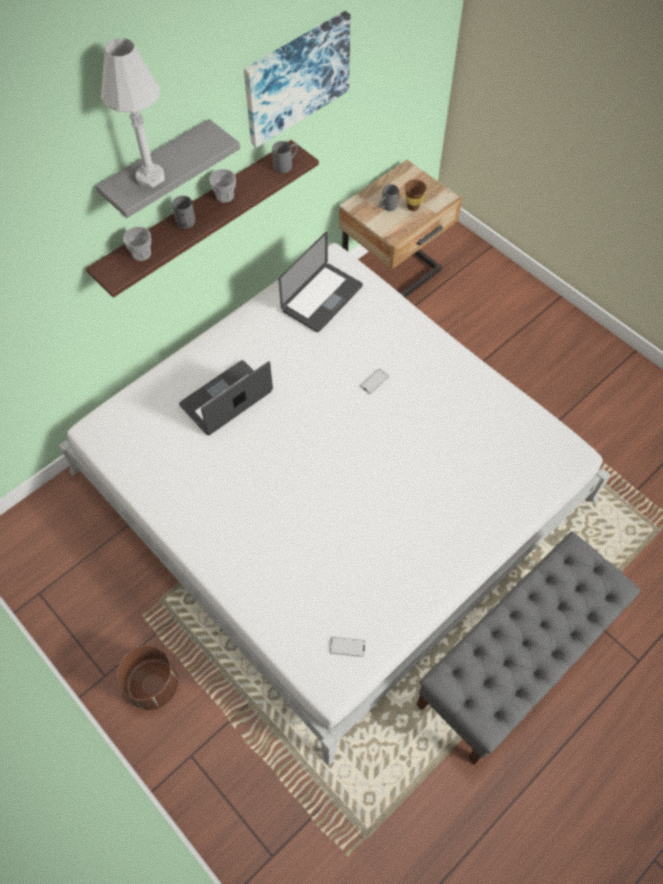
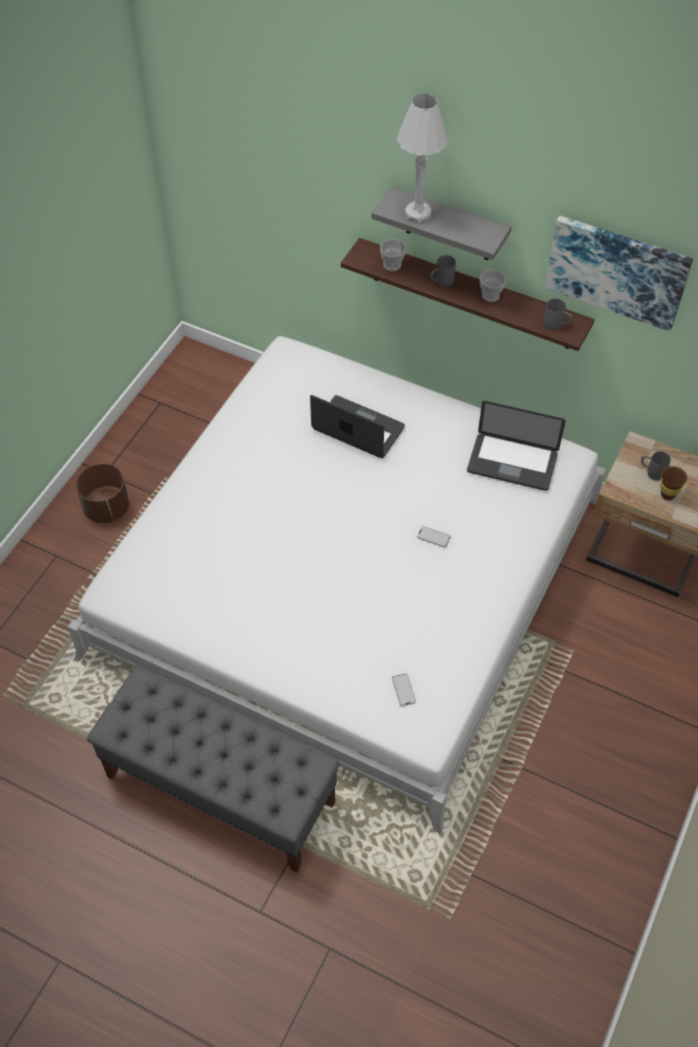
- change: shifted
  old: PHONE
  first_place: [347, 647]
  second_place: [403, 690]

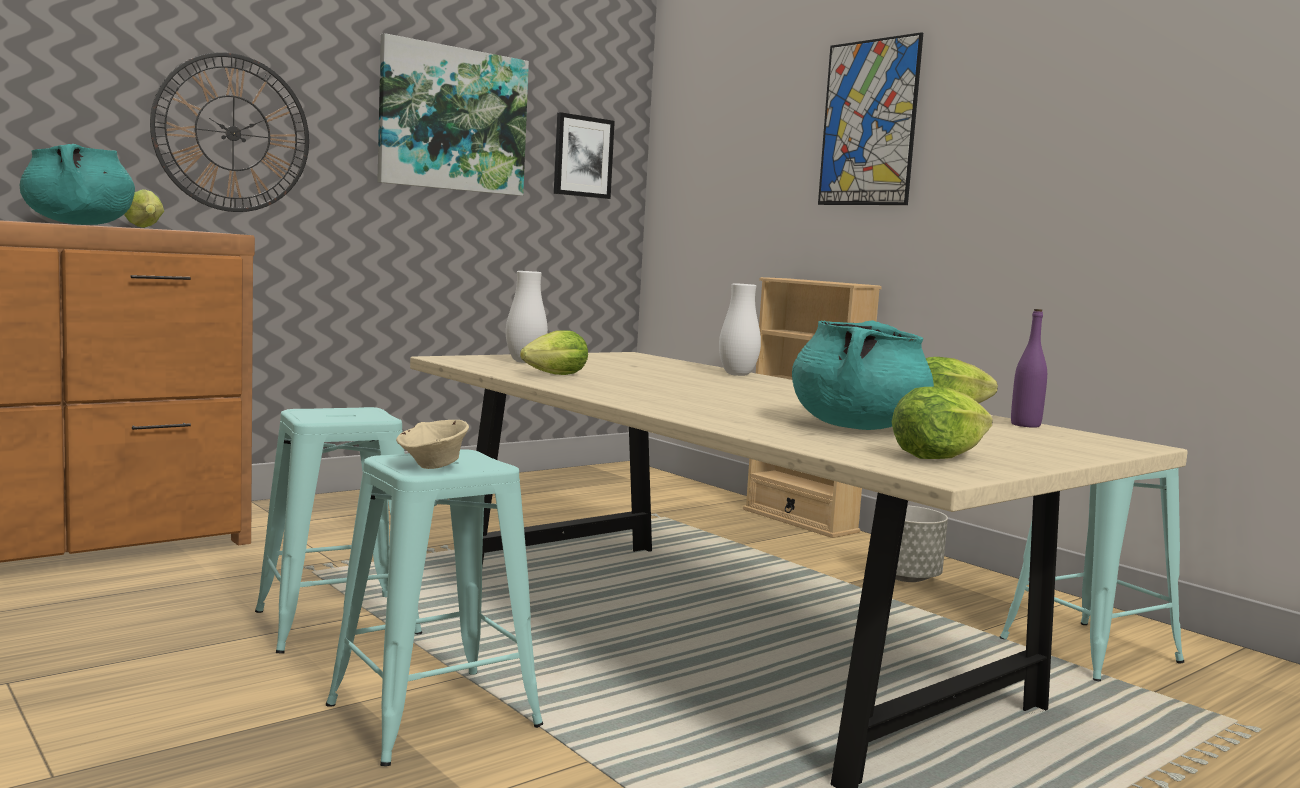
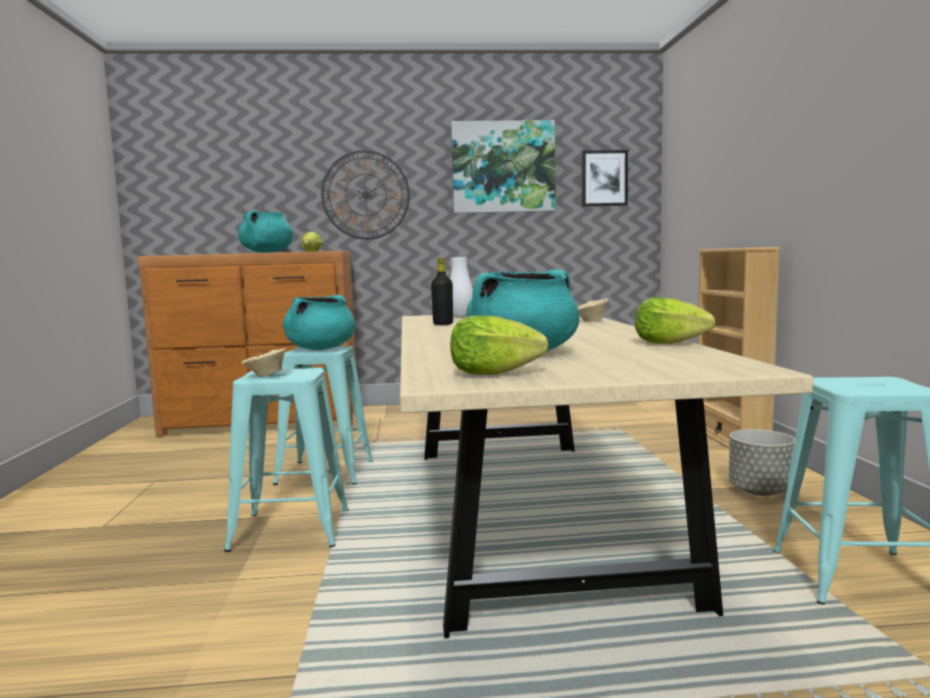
- change: swapped
  old: LETTUCE
  new: BLACK DRINK BOTTLE
  first_place: [552, 375]
  second_place: [443, 324]
- change: swapped
  old: WHITISH VASE
  new: BEIGE-COLOURED SERVING BOWL
  first_place: [737, 374]
  second_place: [590, 321]
- change: gone
  old: PICTURE
  first_place: [868, 123]
- change: gone
  old: PURPLE-COLOURED DRINK BOTTLE
  first_place: [1025, 425]
- change: new
  new: TURQUOISE STOCKPOT
  second_place: [321, 349]

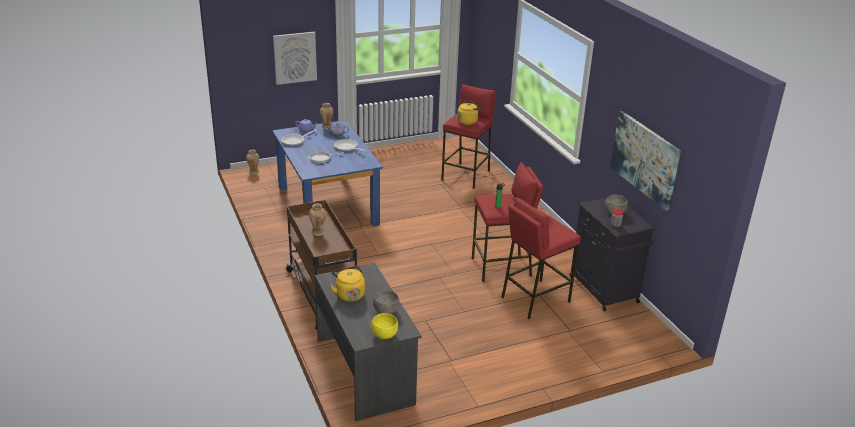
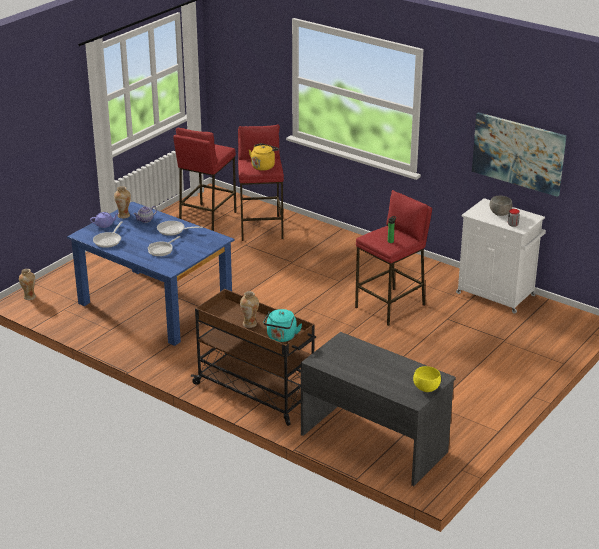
- change: gone
  old: PICTURE
  first_place: [295, 57]
- change: gone
  old: YELLOW-COLOURED WATER KETTLE
  first_place: [349, 294]
- change: gone
  old: GREYISH SERVING BOWL
  first_place: [385, 311]
- change: shifted
  old: RED-COLOURED SITTING STOOL
  first_place: [534, 299]
  second_place: [207, 218]
- change: repainted
  old: BLACK CABINET
  new: WHITISH CABINET
  first_place: [604, 290]
  second_place: [497, 295]
- change: new
  new: TURQUOISE WATER KETTLE
  second_place: [281, 337]

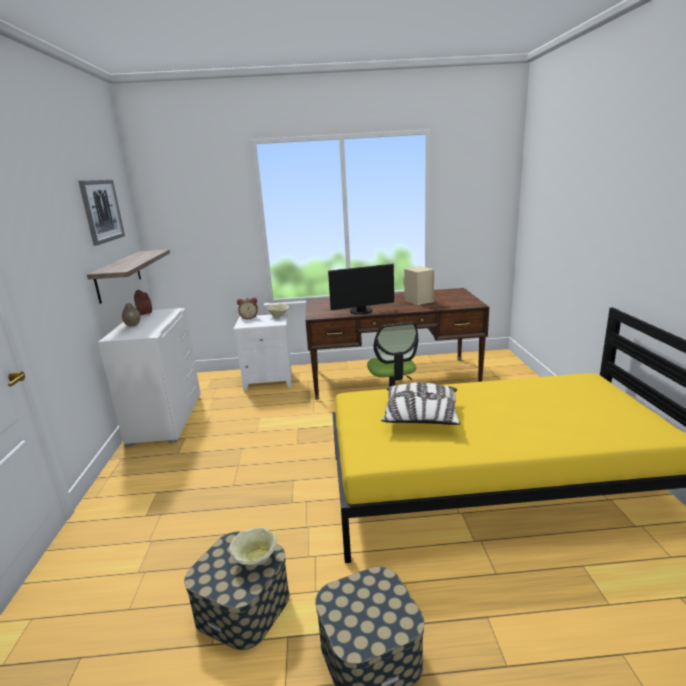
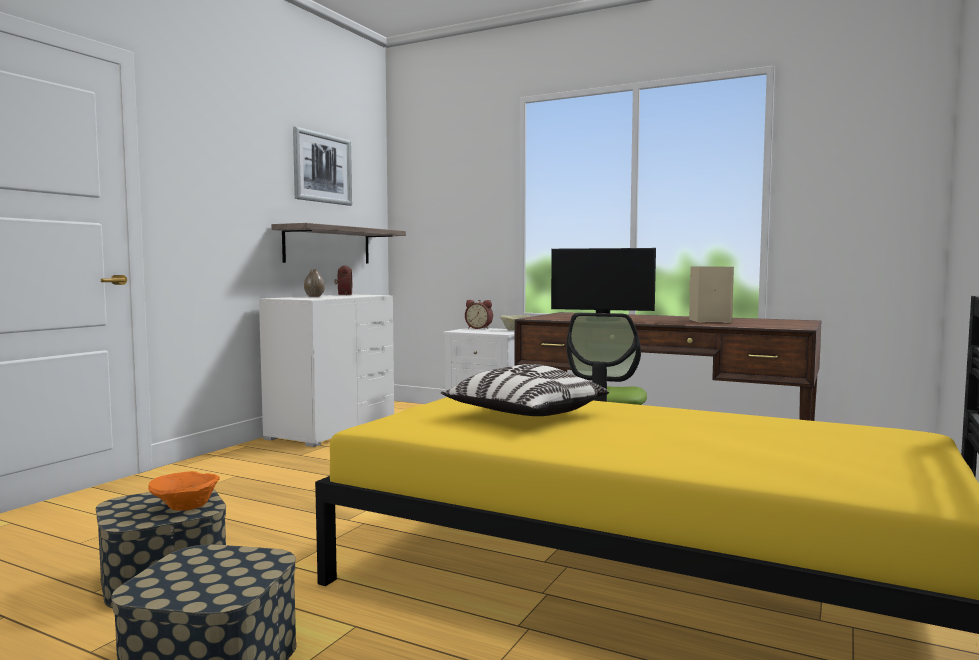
- change: repainted
  old: BEIGE-COLOURED SERVING BOWL
  new: ORANGE SERVING BOWL
  first_place: [255, 558]
  second_place: [186, 506]

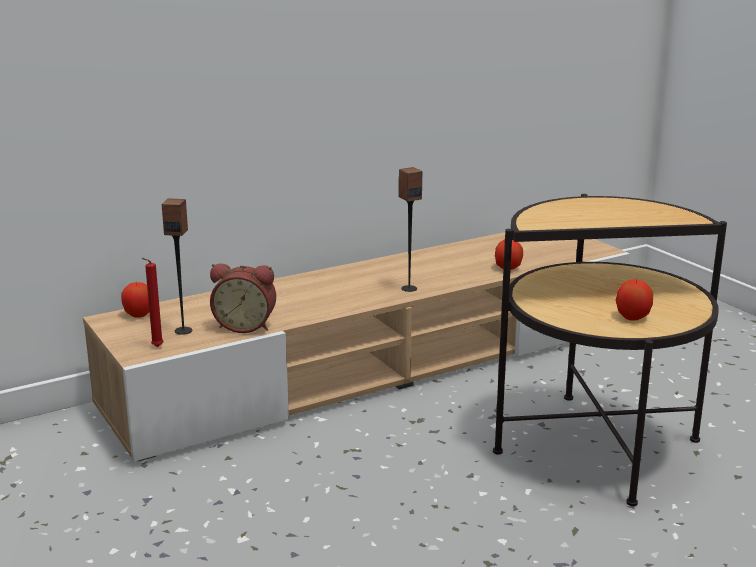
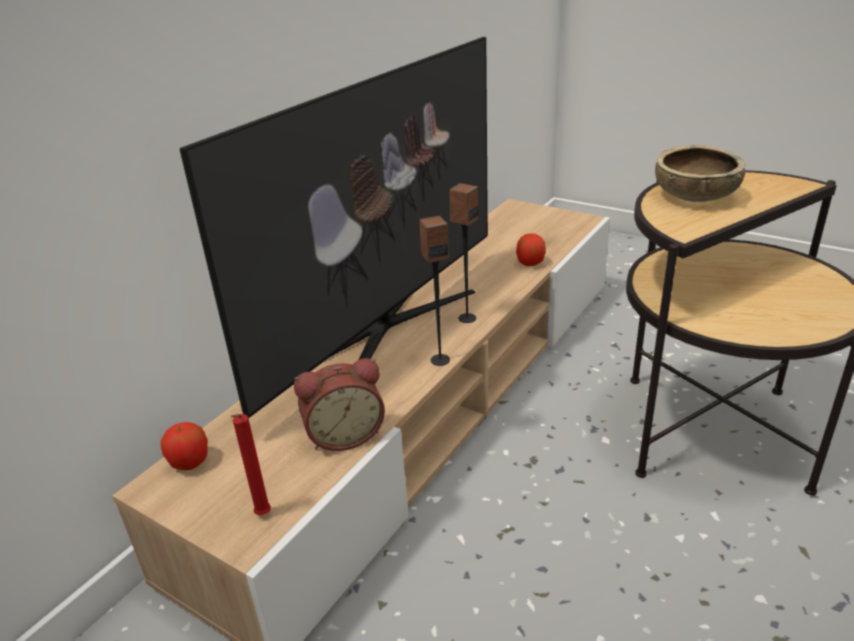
- change: shifted
  old: SPEAKER
  first_place: [183, 330]
  second_place: [440, 360]
- change: gone
  old: APPLE FRUIT
  first_place: [632, 317]
- change: new
  new: TV SET
  second_place: [386, 331]
- change: new
  new: BROWN SERVING BOWL
  second_place: [695, 196]

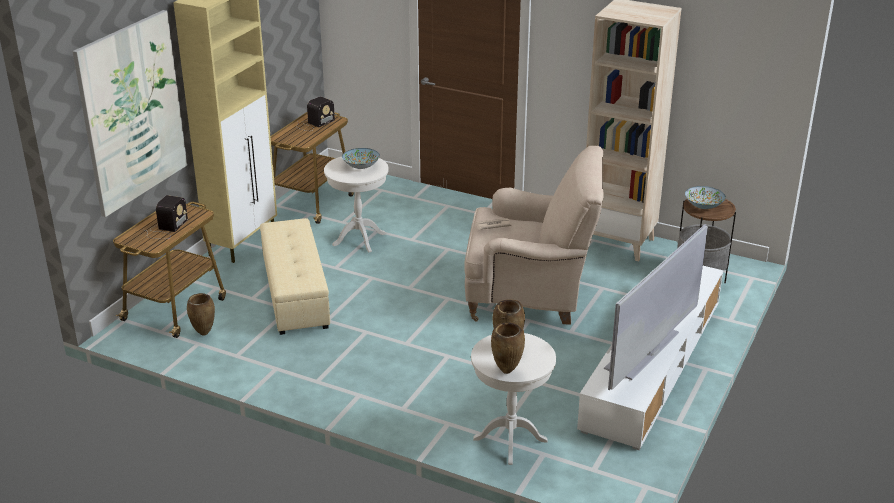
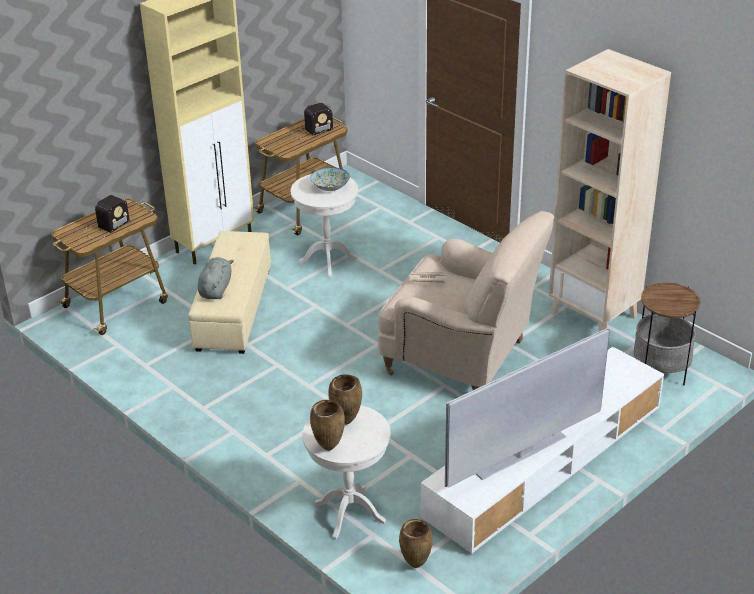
- change: gone
  old: PICTURE
  first_place: [132, 112]
- change: shifted
  old: BROWN VASE
  first_place: [203, 334]
  second_place: [415, 565]
- change: gone
  old: SERVING BOWL
  first_place: [703, 206]
- change: new
  new: GREYISH PLUSH TOY
  second_place: [216, 289]

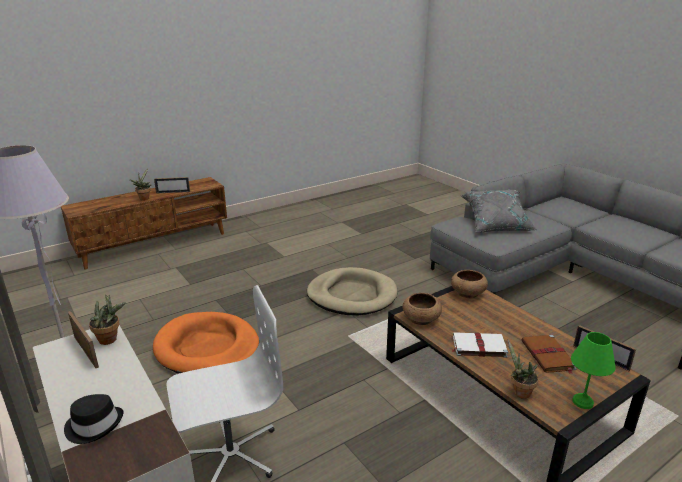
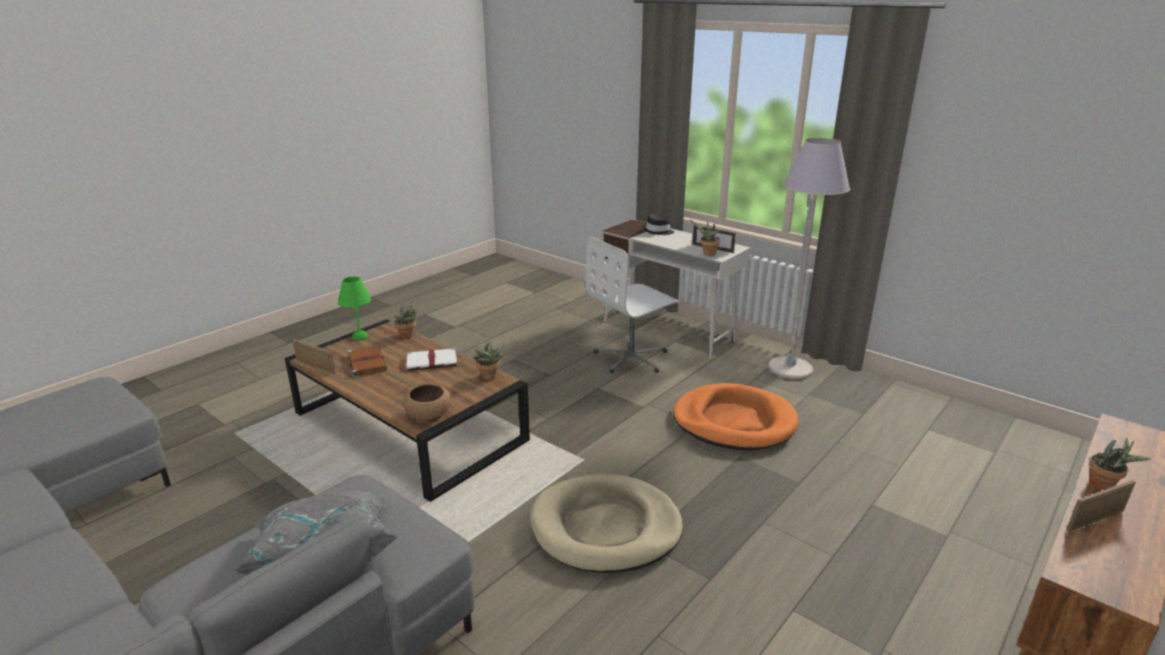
- change: swapped
  old: BROWN SERVING BOWL
  new: HOUSEPLANT
  first_place: [421, 319]
  second_place: [489, 378]

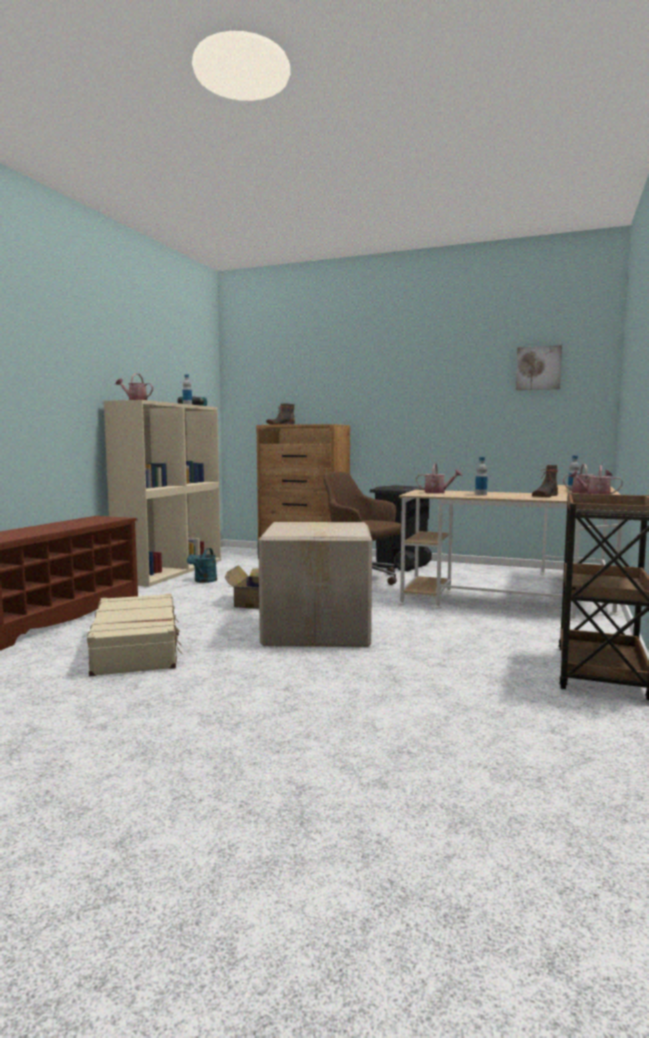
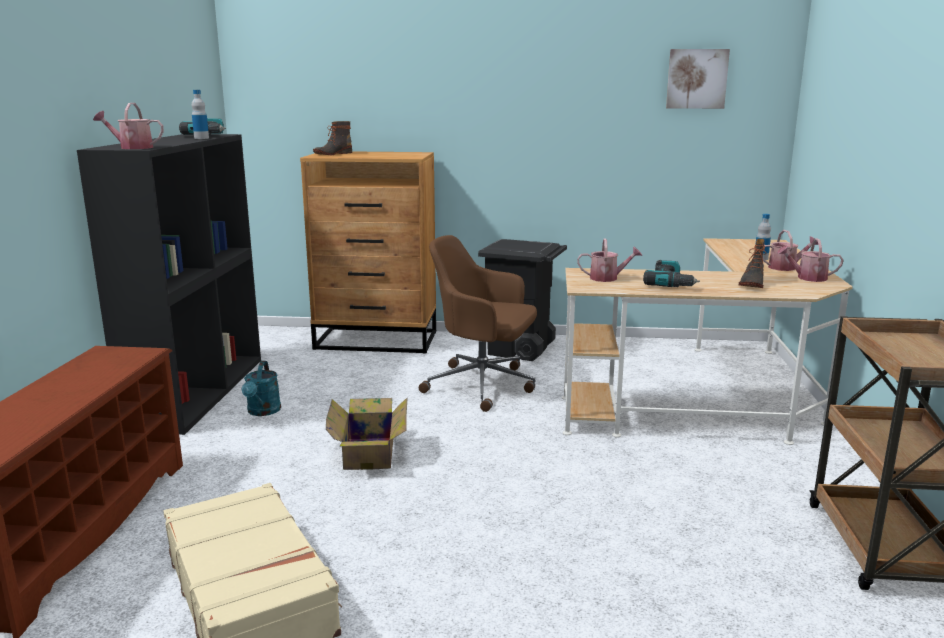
- change: repainted
  old: BEIGE-COLOURED BOOKCASE
  new: BLACK BOOKCASE
  first_place: [170, 570]
  second_place: [197, 391]
- change: gone
  old: PACKING BOX
  first_place: [319, 629]
- change: swapped
  old: DRINK BOTTLE
  new: DRILL
  first_place: [480, 494]
  second_place: [670, 283]

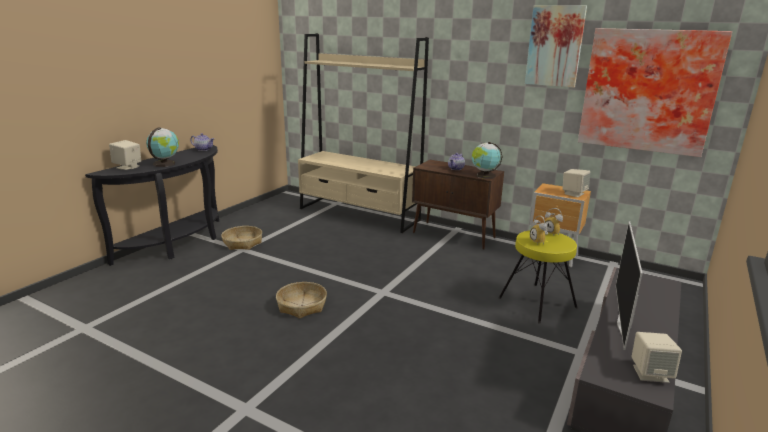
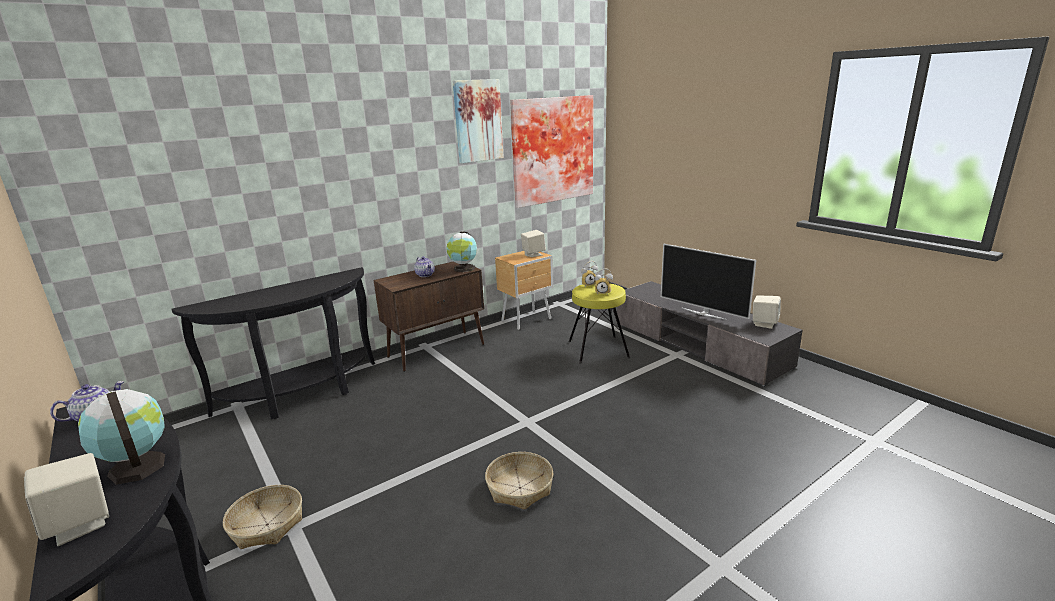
- change: swapped
  old: BEIGE-COLOURED BOOKCASE
  new: BLACK NARROW TABLE
  first_place: [359, 214]
  second_place: [303, 395]

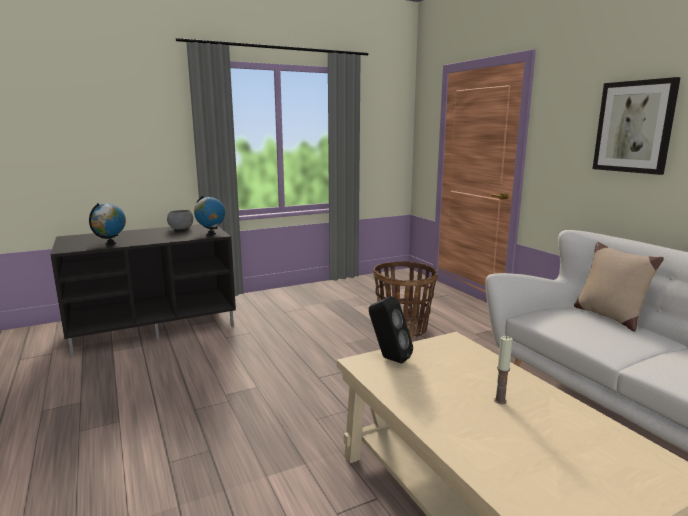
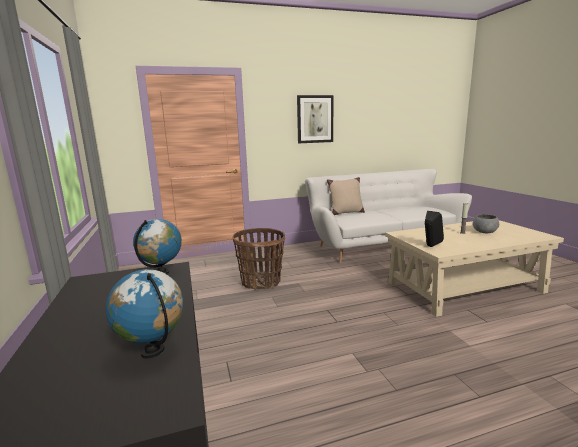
- change: shifted
  old: GREYISH SERVING BOWL
  first_place: [181, 228]
  second_place: [484, 232]

